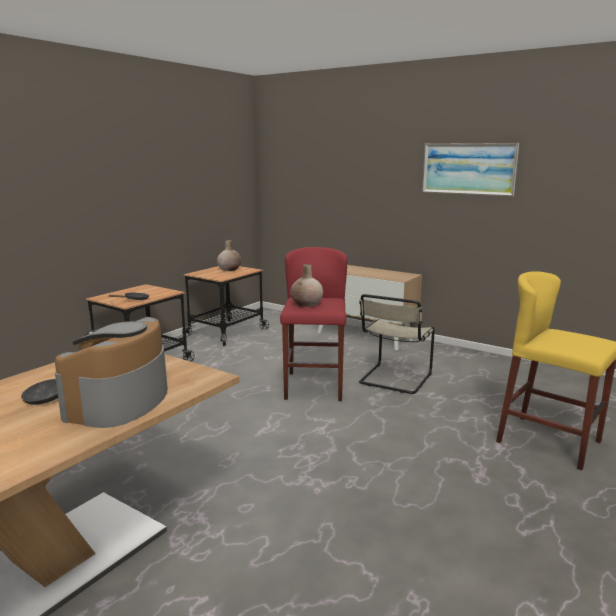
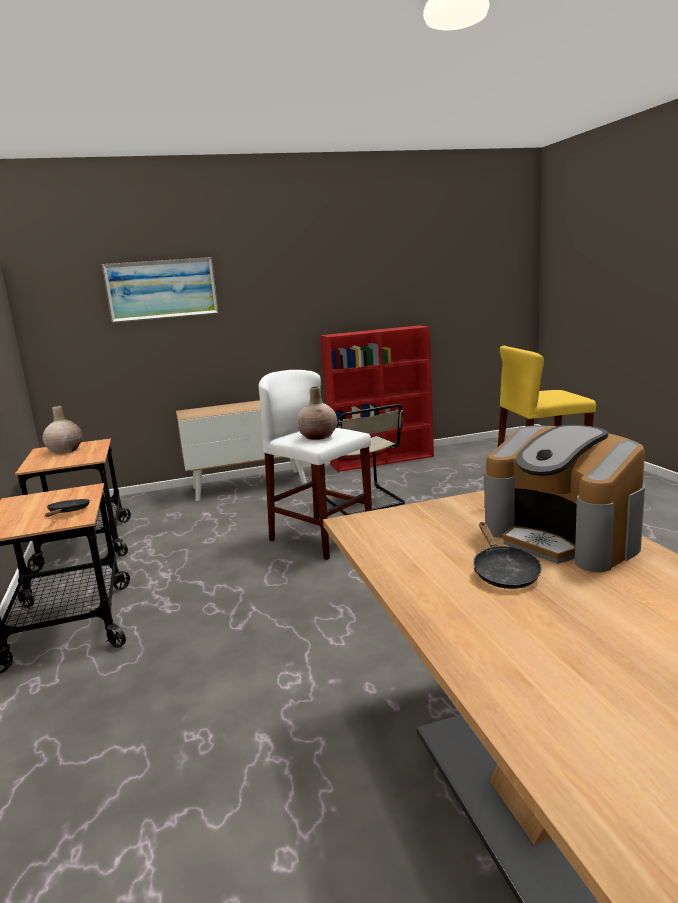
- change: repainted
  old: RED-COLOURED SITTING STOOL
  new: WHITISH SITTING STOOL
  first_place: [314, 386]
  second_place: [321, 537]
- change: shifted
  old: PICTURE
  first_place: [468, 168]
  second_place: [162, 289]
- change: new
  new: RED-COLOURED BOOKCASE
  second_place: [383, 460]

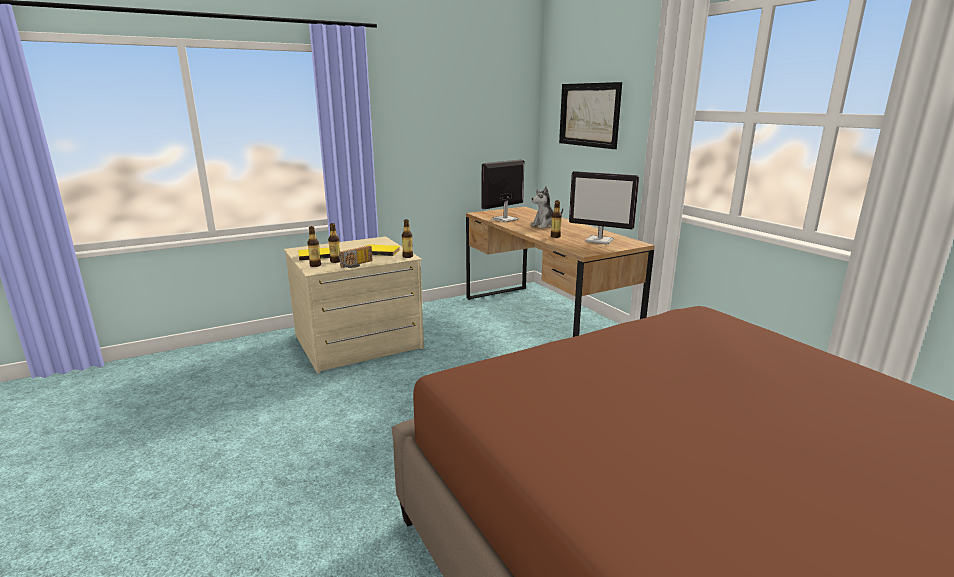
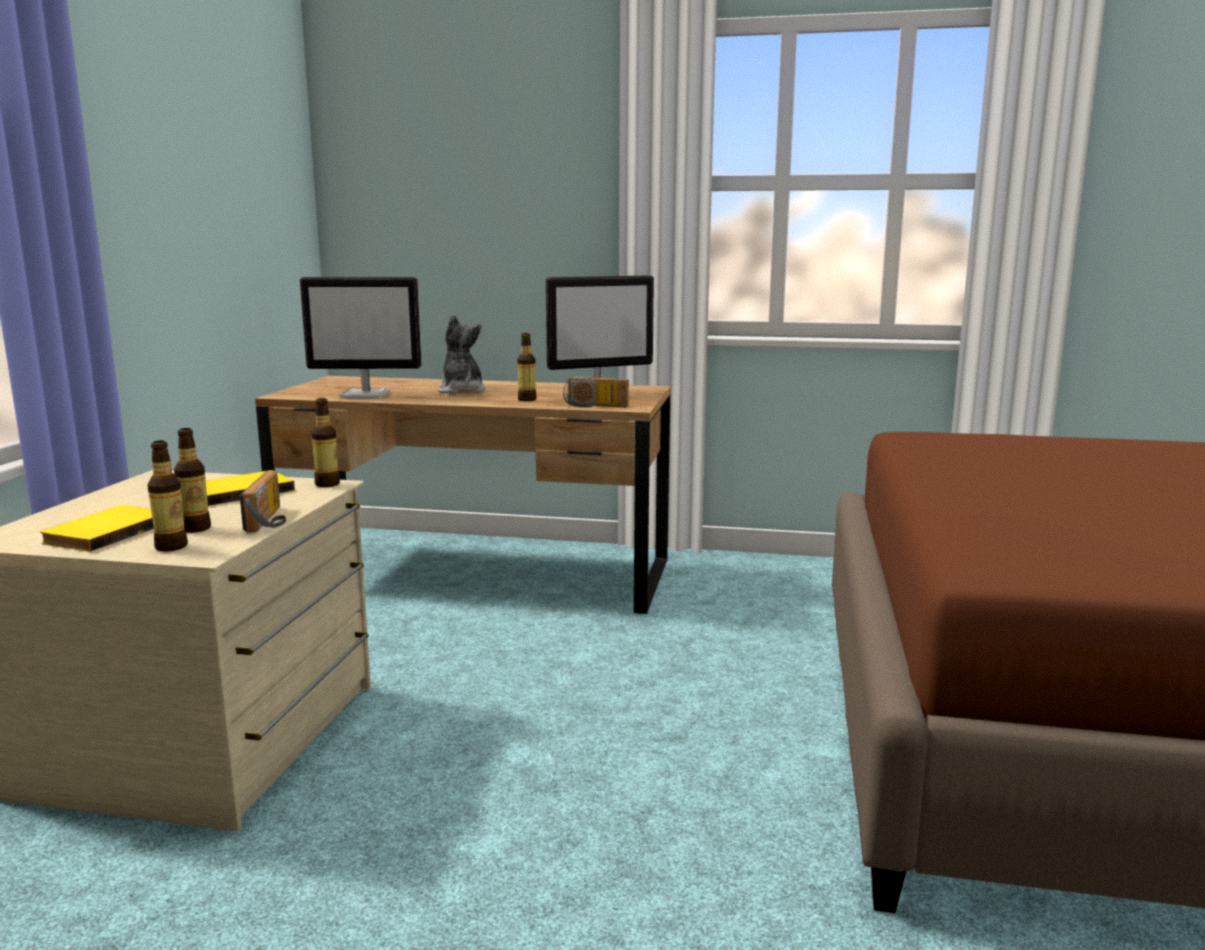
- change: rotated
  old: COMPUTER DISPLAY
  first_place: [504, 219]
  second_place: [366, 395]
  degrees: -90
- change: rotated
  old: PLUSH TOY
  first_place: [546, 225]
  second_place: [461, 390]
  degrees: 150
- change: gone
  old: PICTURE
  first_place: [589, 115]
- change: new
  new: RADIO SET
  second_place: [594, 406]

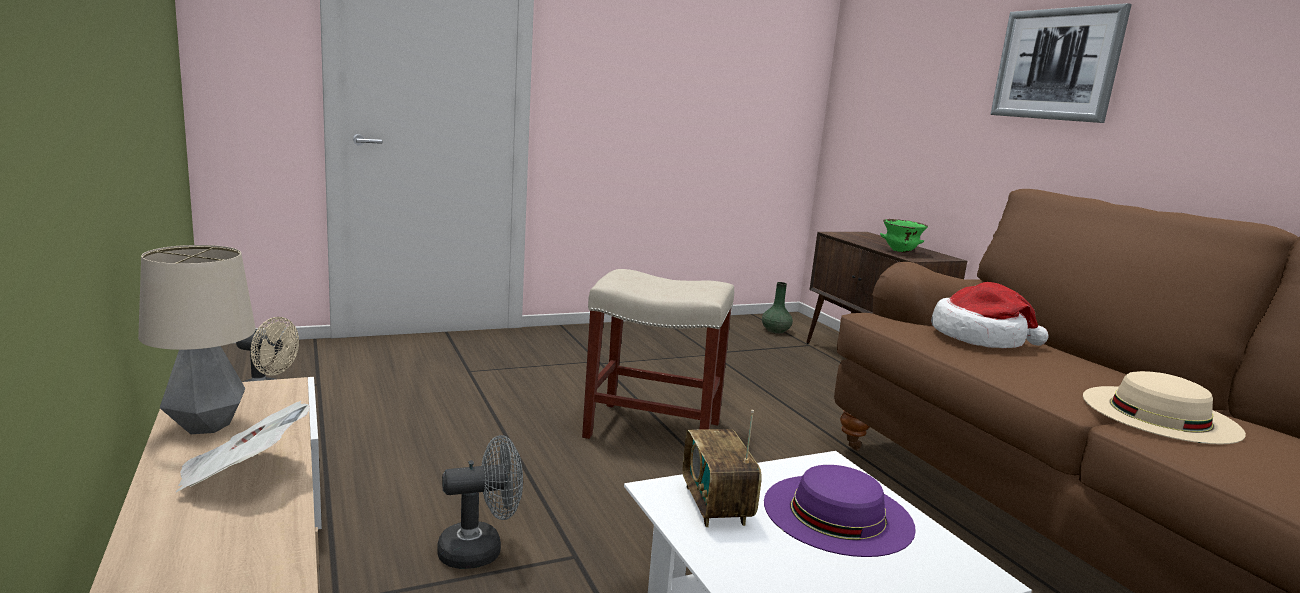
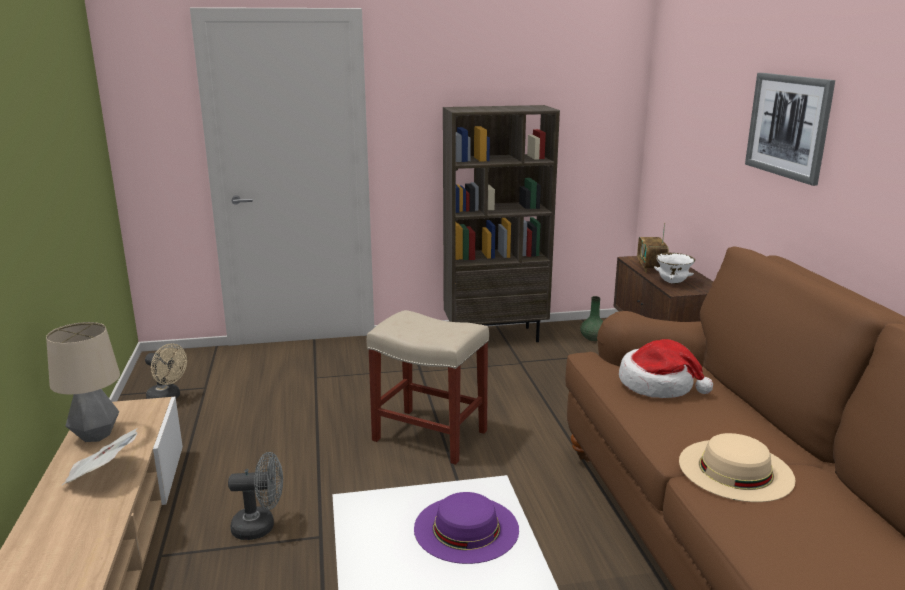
- change: shifted
  old: RADIO SET
  first_place: [716, 505]
  second_place: [651, 267]
- change: repainted
  old: GREEN-COLOURED SERVING BOWL
  new: WHITISH SERVING BOWL
  first_place: [900, 252]
  second_place: [672, 283]
- change: new
  new: BROWN BOOKCASE
  second_place: [495, 337]

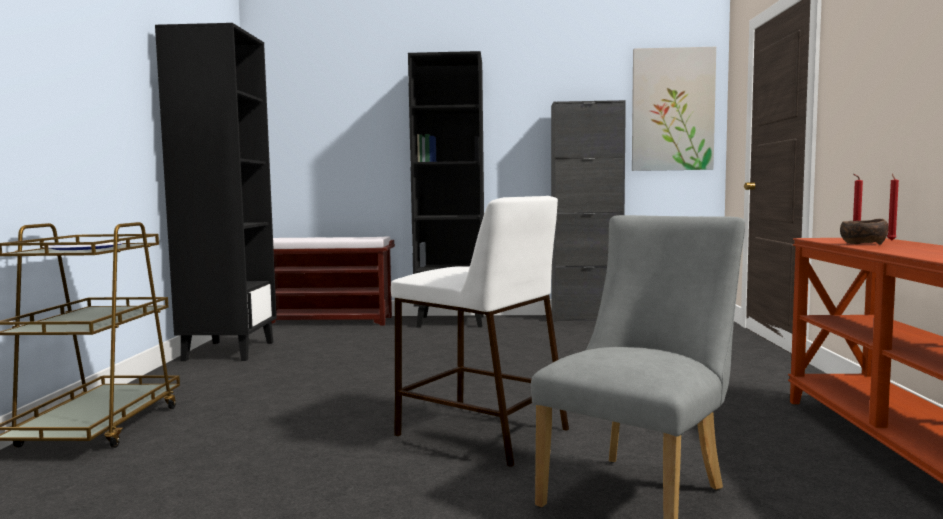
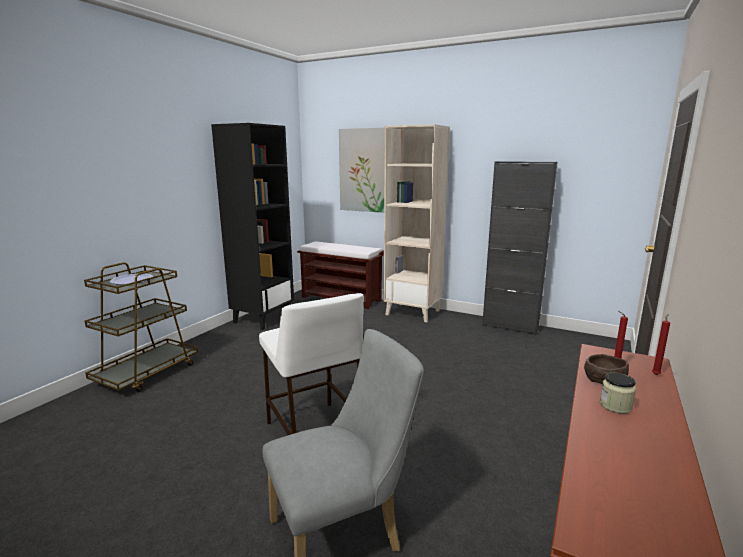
- change: repainted
  old: BLACK BOOKCASE
  new: BEIGE-COLOURED BOOKCASE
  first_place: [452, 321]
  second_place: [413, 312]
- change: shifted
  old: PICTURE
  first_place: [672, 109]
  second_place: [364, 170]
- change: new
  new: PRESERVE JAR
  second_place: [615, 406]

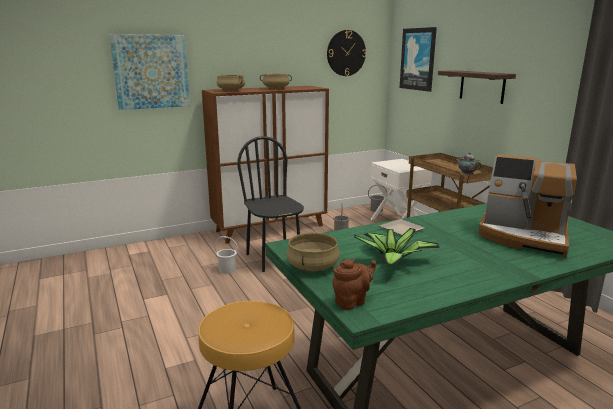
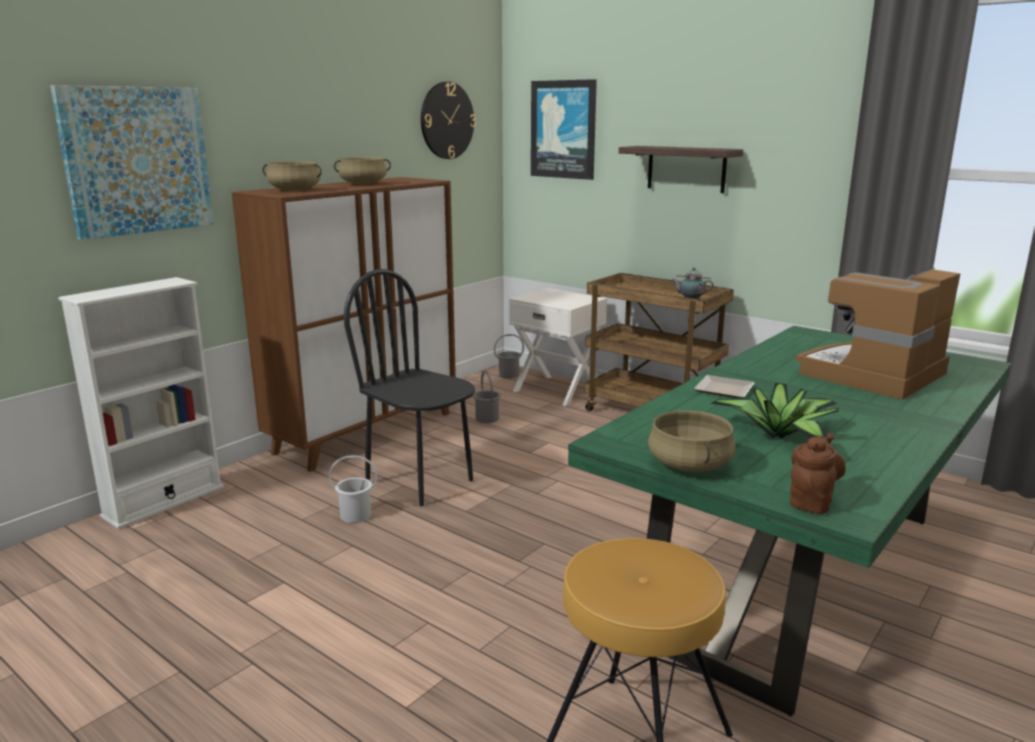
- change: rotated
  old: COFFEE MACHINE
  first_place: [523, 237]
  second_place: [873, 374]
  degrees: 135
- change: new
  new: WHITISH BOOKCASE
  second_place: [164, 501]

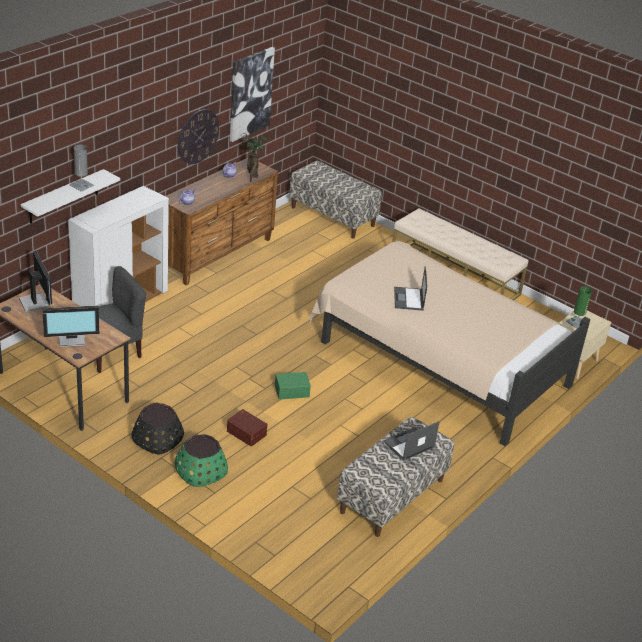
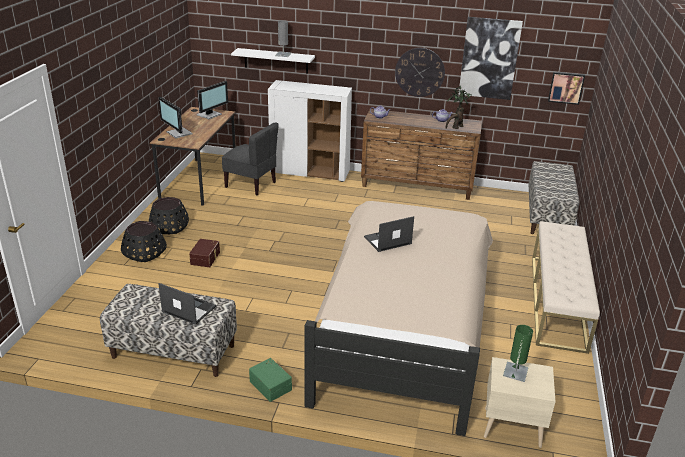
- change: repainted
  old: GREEN-COLOURED PLANT POT
  new: BLACK PLANT POT
  first_place: [201, 472]
  second_place: [144, 252]
- change: shifted
  old: GREEN-COLOURED STORAGE BIN
  first_place: [291, 390]
  second_place: [271, 385]
- change: new
  new: PICTURE
  second_place: [566, 87]

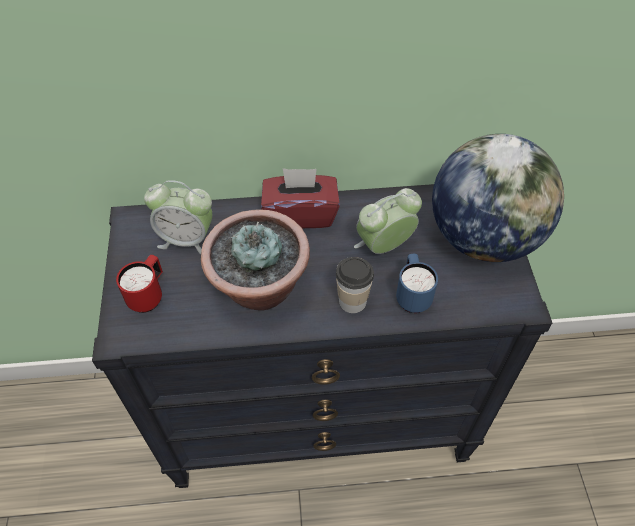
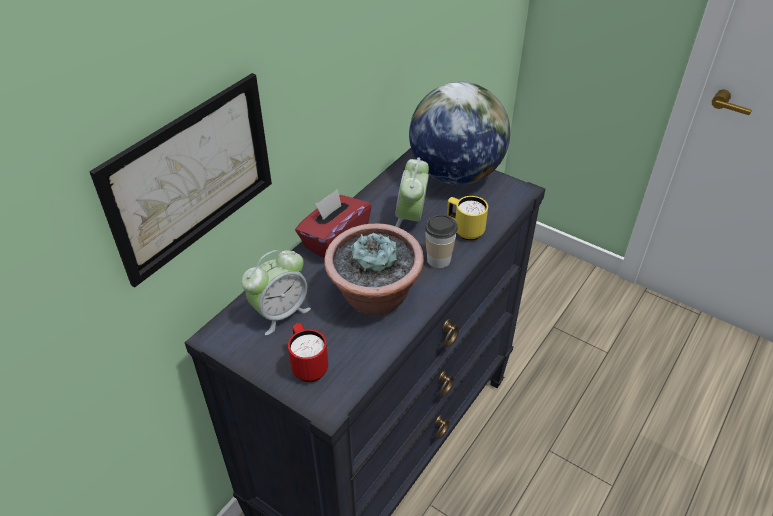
- change: repainted
  old: BLUE-COLOURED MUG
  new: YELLOW-COLOURED MUG
  first_place: [412, 295]
  second_place: [464, 230]
- change: new
  new: PICTURE
  second_place: [192, 177]

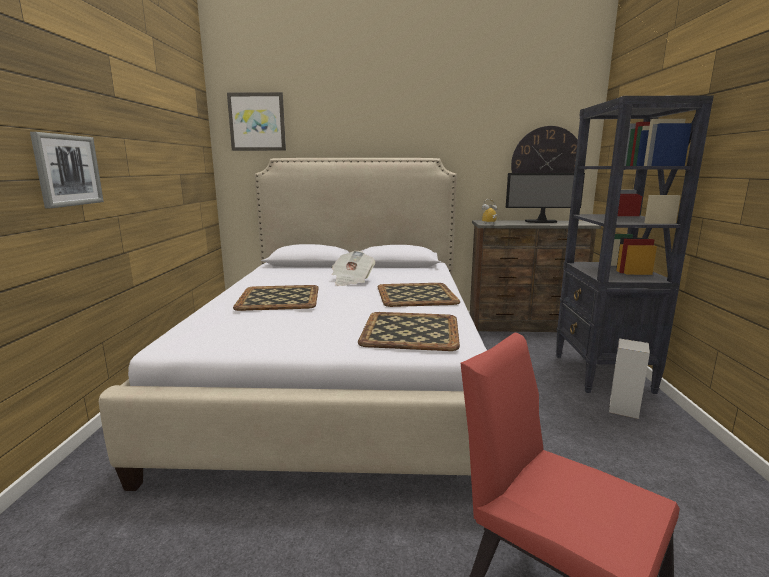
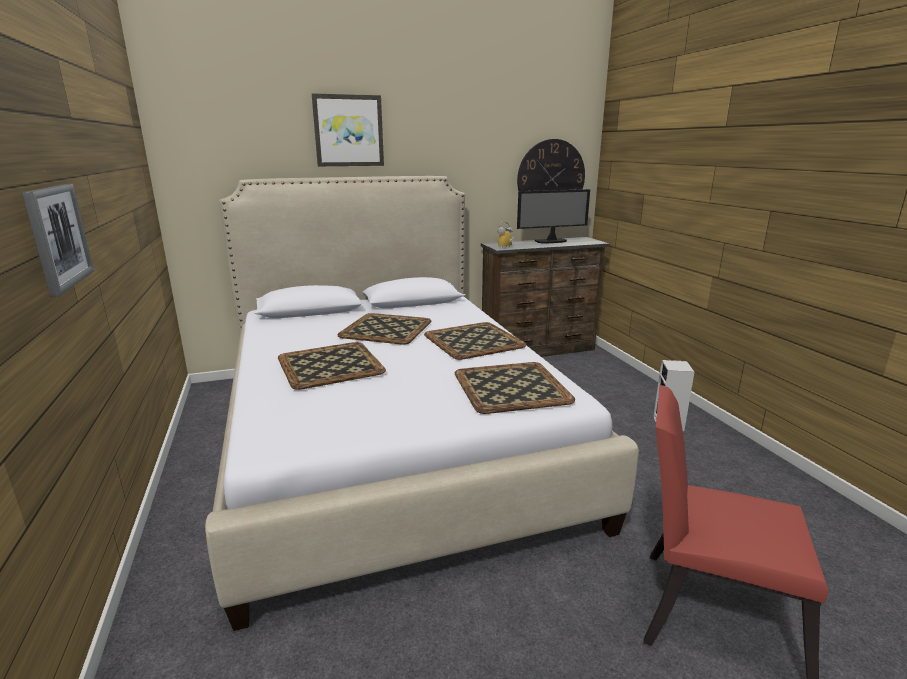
- change: shifted
  old: PICTURE
  first_place: [257, 122]
  second_place: [348, 131]
- change: swapped
  old: DAILY PAPER
  new: TRAY
  first_place: [351, 280]
  second_place: [386, 329]
- change: gone
  old: BLACK BOOKCASE
  first_place: [602, 374]

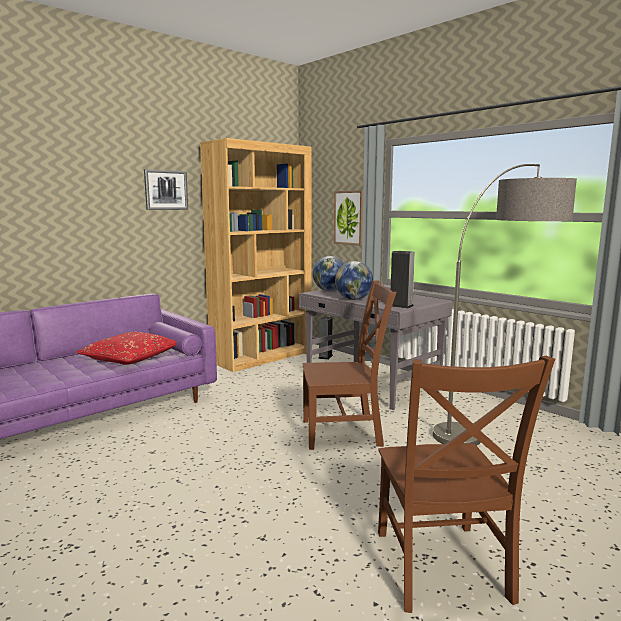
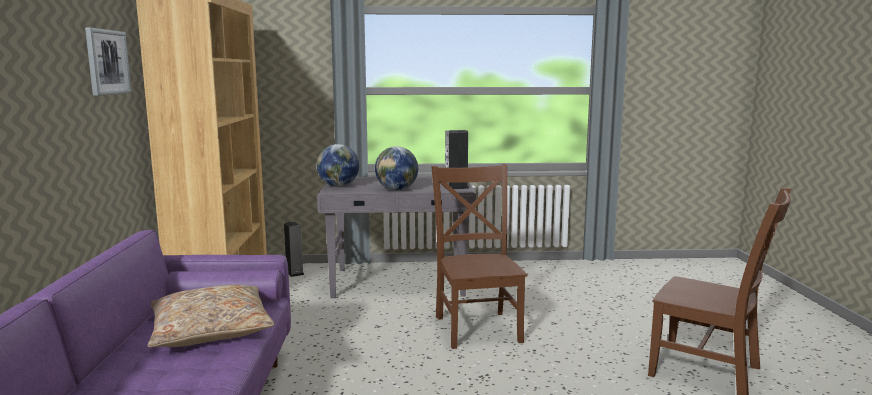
- change: repainted
  old: RED-COLOURED CUSHION
  new: BEIGE-COLOURED CUSHION
  first_place: [130, 358]
  second_place: [210, 330]
- change: rotated
  old: BROWN CHAIR
  first_place: [345, 433]
  second_place: [477, 327]
  degrees: -45
- change: gone
  old: PICTURE
  first_place: [349, 217]
- change: gone
  old: FLOOR LAMP
  first_place: [497, 425]

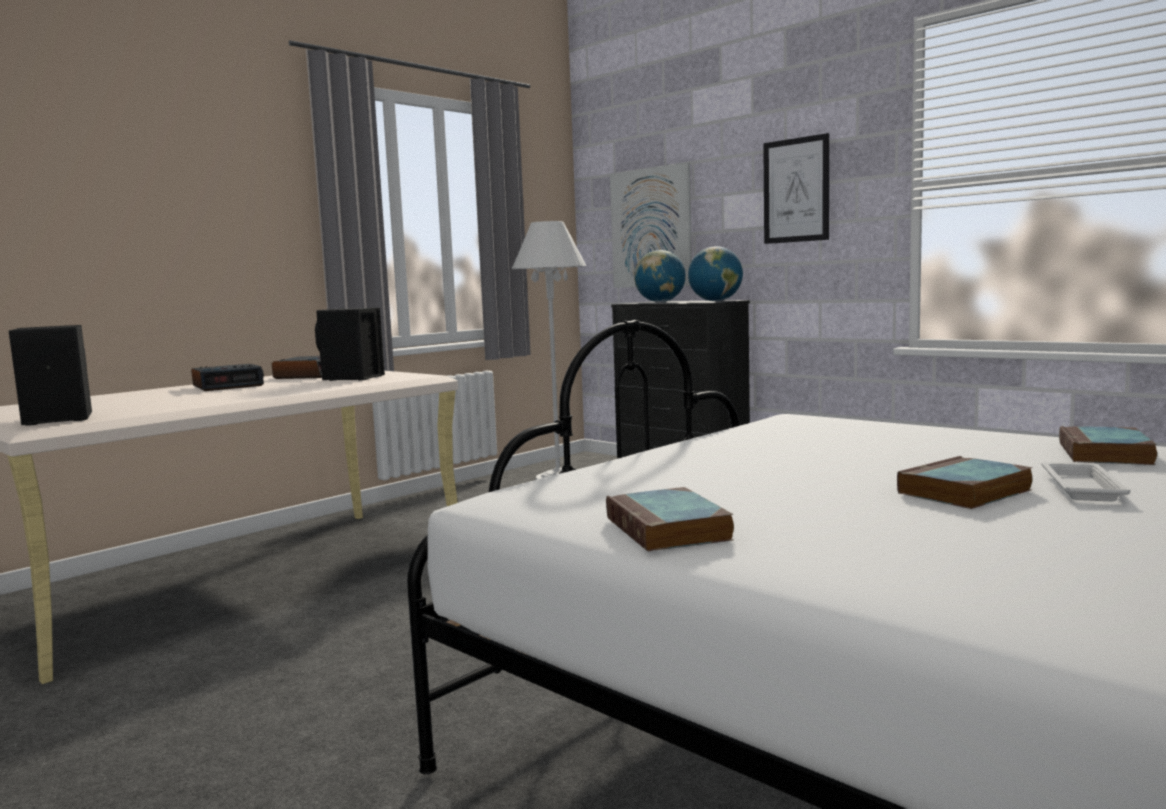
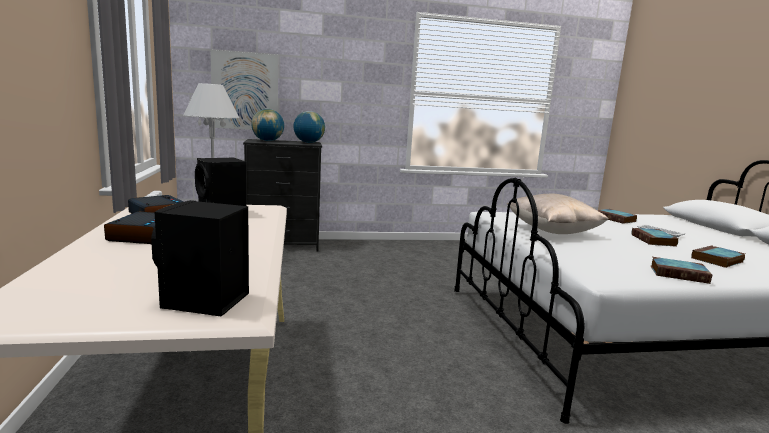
- change: gone
  old: PICTURE
  first_place: [796, 190]
- change: new
  new: BEIGE-COLOURED CUSHION
  second_place: [552, 232]
- change: new
  new: BOOK
  second_place: [717, 260]

